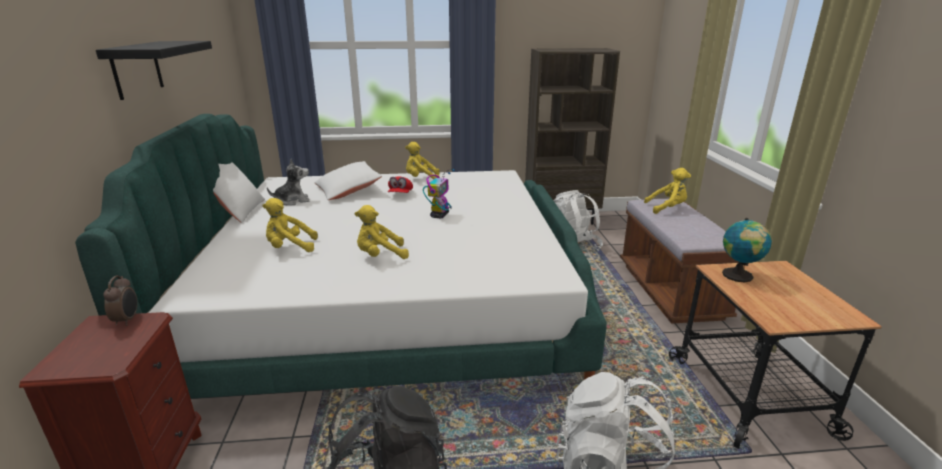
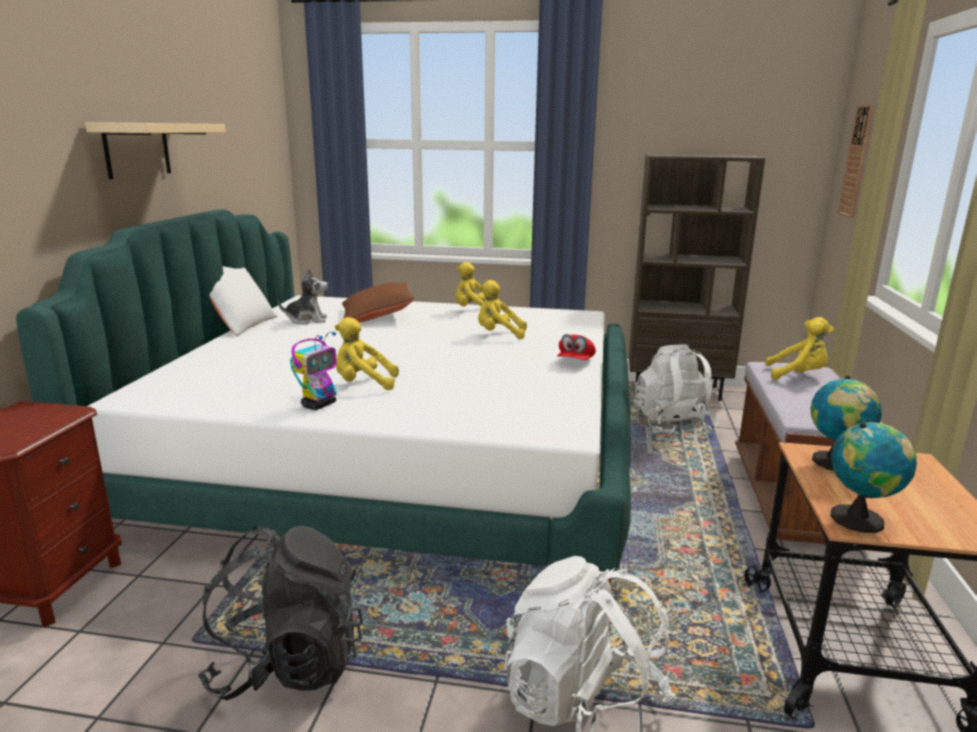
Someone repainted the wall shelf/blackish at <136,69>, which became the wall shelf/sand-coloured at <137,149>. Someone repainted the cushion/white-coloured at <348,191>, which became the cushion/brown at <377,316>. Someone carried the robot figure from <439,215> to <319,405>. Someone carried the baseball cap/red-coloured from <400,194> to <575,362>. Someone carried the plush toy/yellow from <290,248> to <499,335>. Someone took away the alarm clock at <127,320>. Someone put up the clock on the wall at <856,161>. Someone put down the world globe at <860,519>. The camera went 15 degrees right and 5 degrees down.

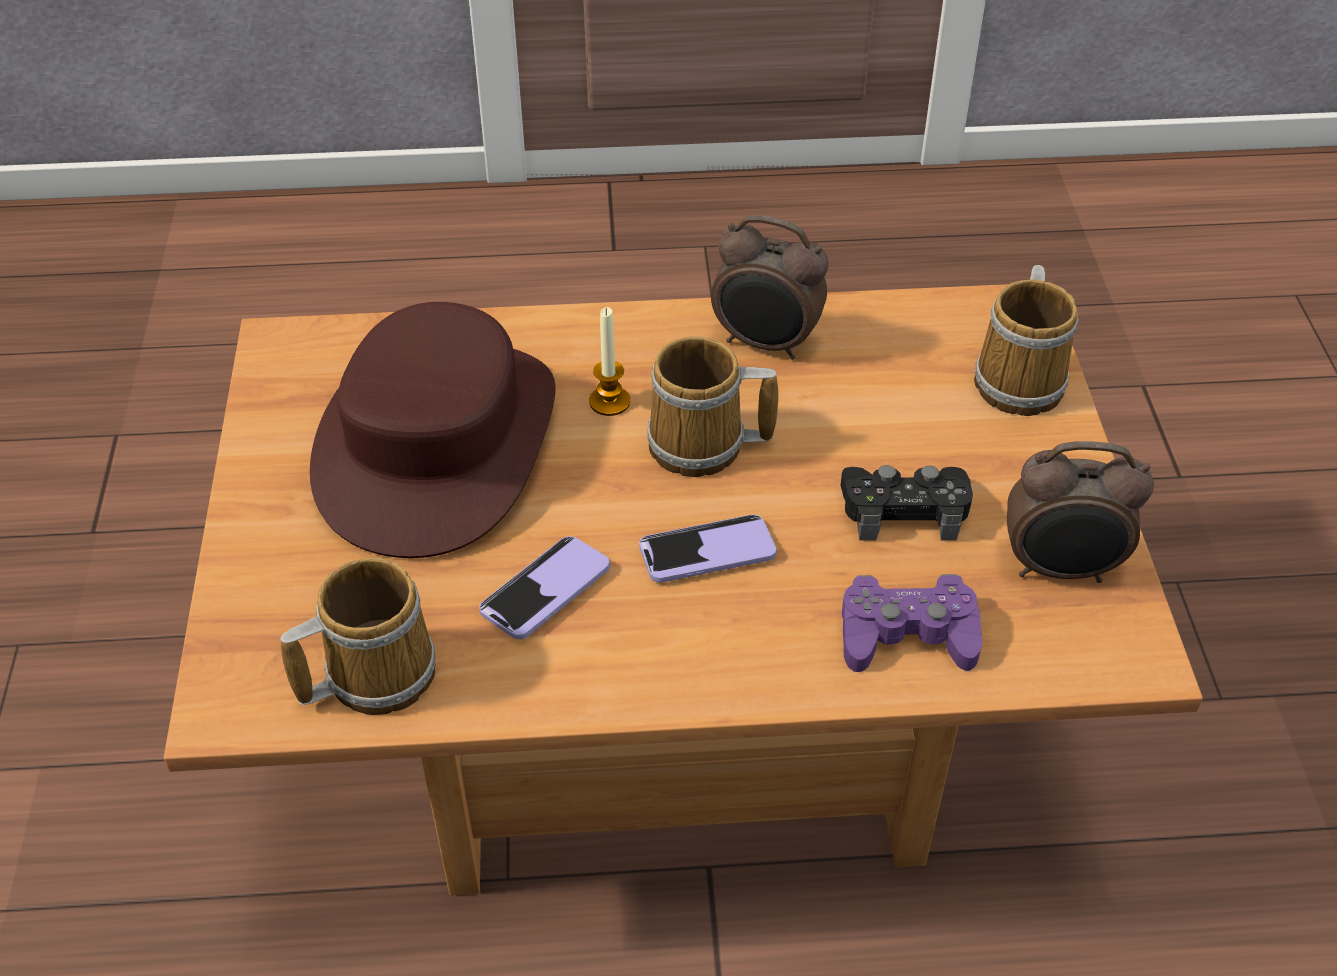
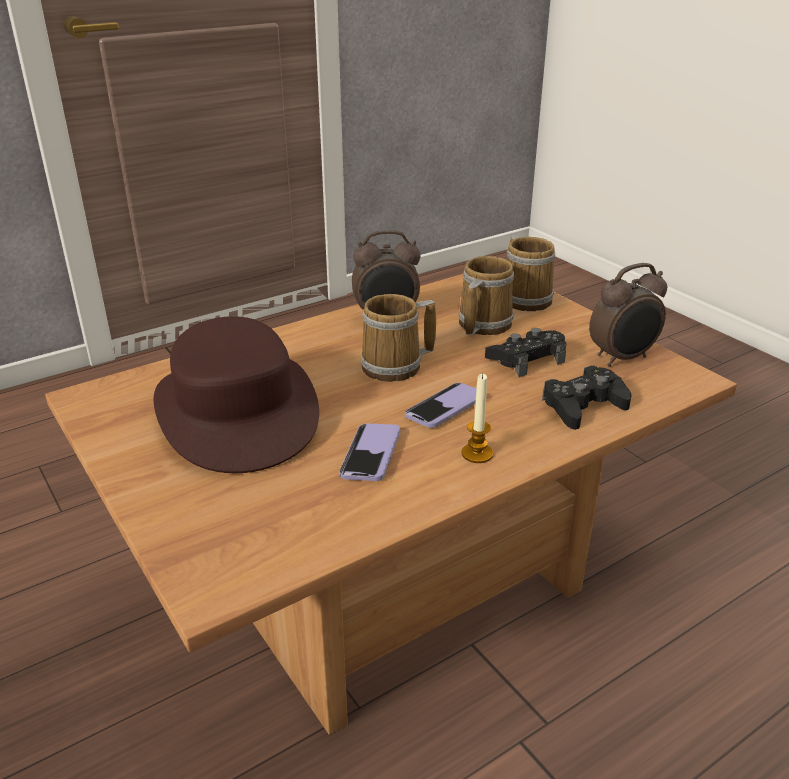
Someone carried the candle from <609,402> to <477,454>. Someone carried the tea mug from <372,673> to <481,324>. Someone repainted the joypad/purple at <907,635>, which became the joypad/blackish at <583,406>. The camera went 30 degrees left and 15 degrees down.

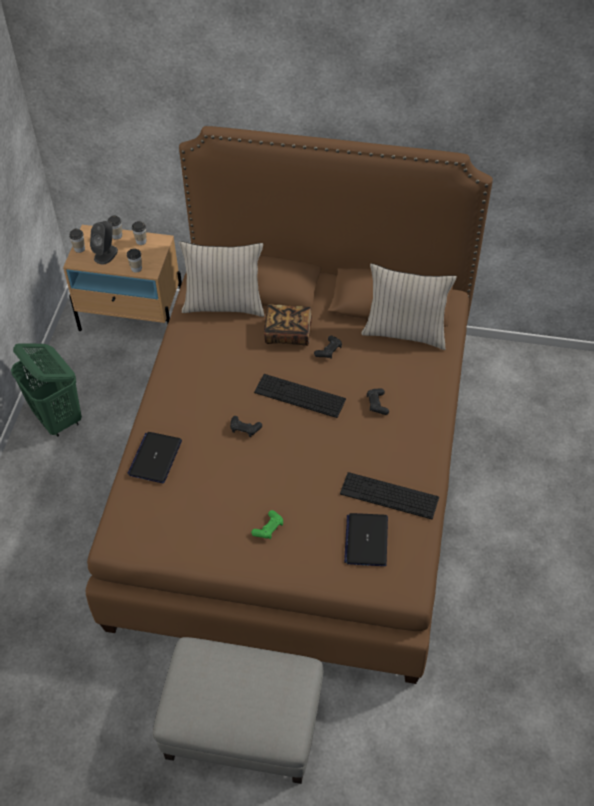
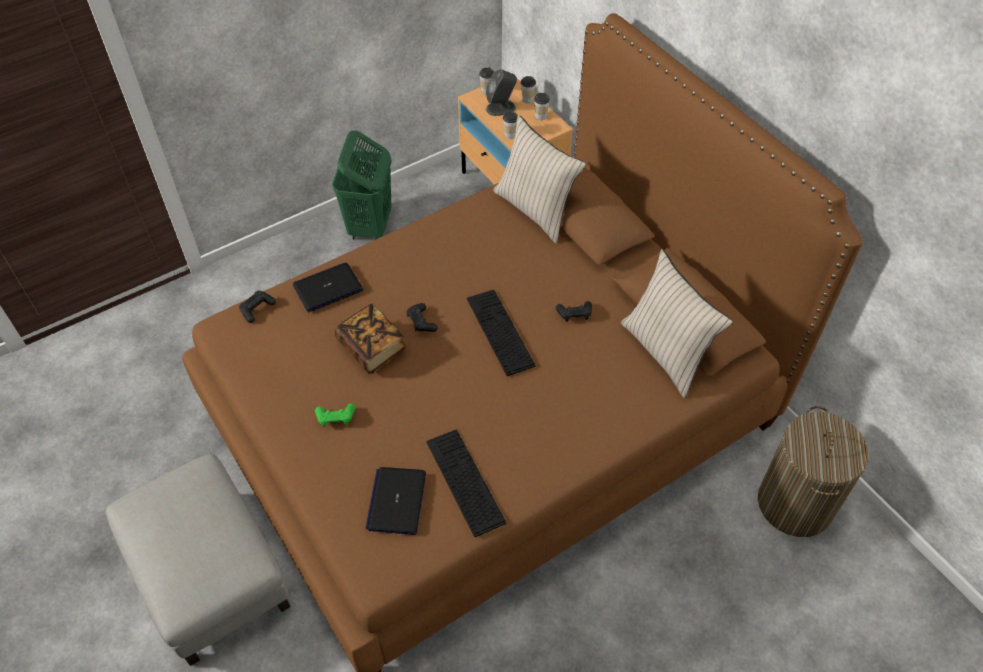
Someone carried the book from <288,333> to <372,347>. Someone carried the joypad/blackish from <377,404> to <257,309>. Someone rotated the portable computer at <366,540> by 45 degrees counterclockwise. Someone put down the washing basket at <795,503>. The camera went 45 degrees right and 0 degrees up.

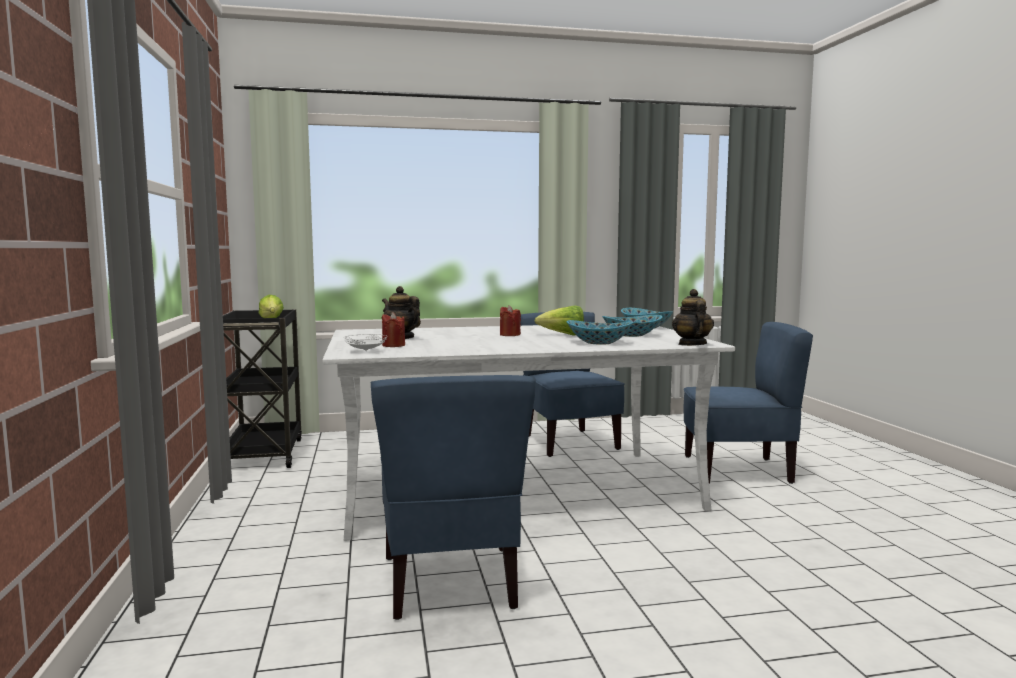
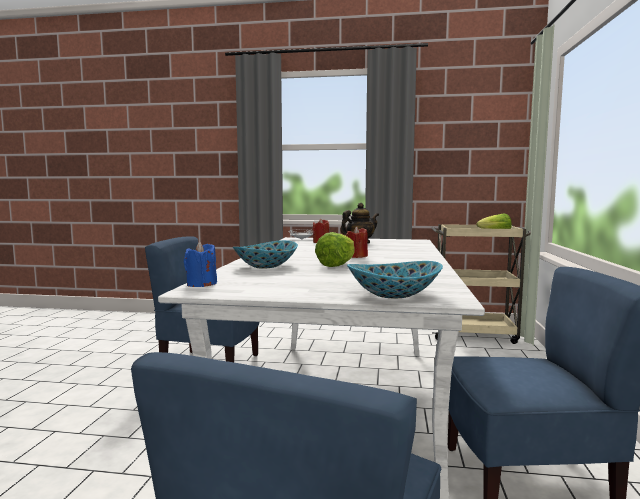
Someone swapped the tea pot at <691,344> for the candle/blue-coloured at <201,284>. Someone repainted the cart/blackish at <264,454>, which became the cart/sand-coloured at <474,334>. Someone took away the deep dish at <632,335>. The camera went 110 degrees right and 0 degrees up.

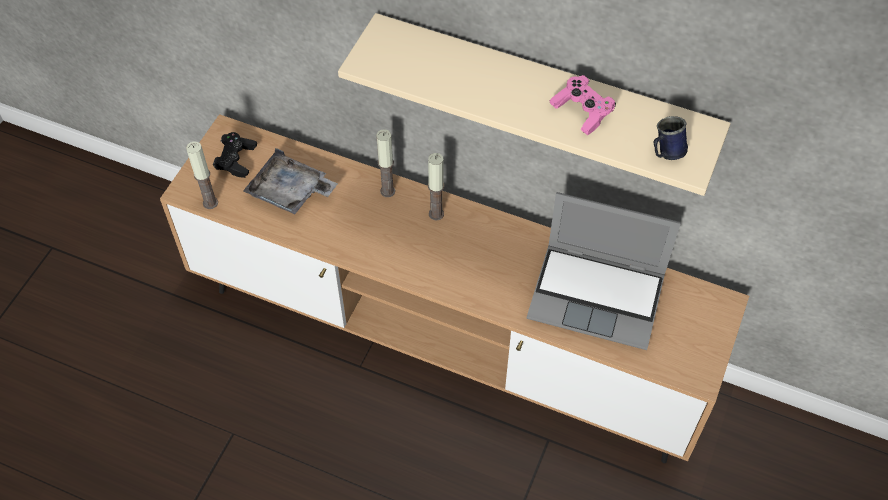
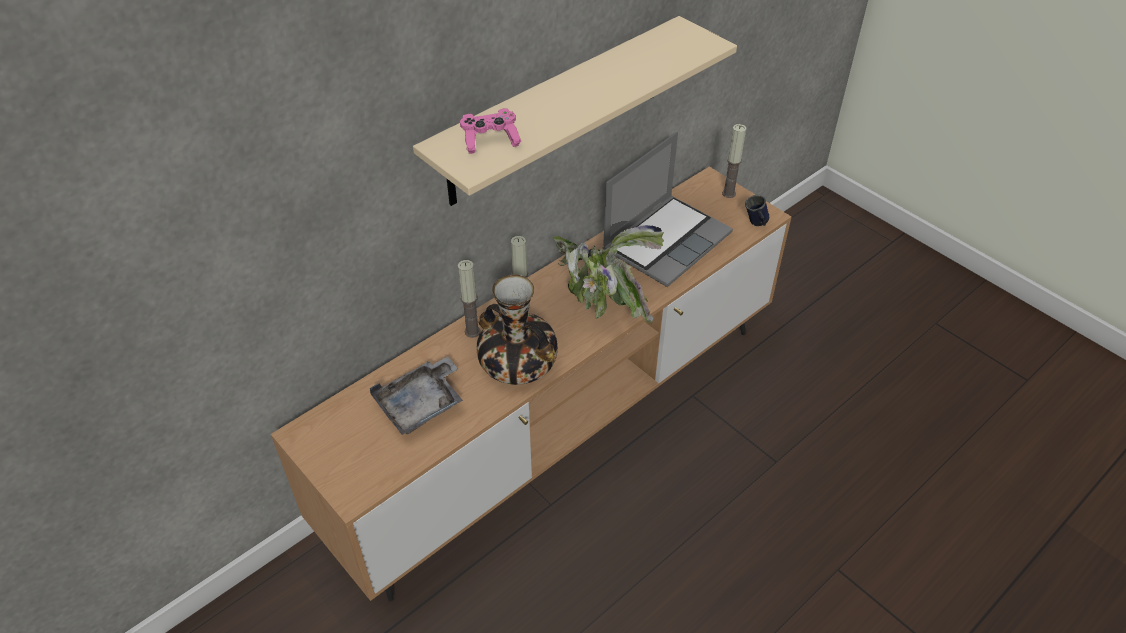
Someone carried the joypad/pinkish from <582,112> to <490,140>. Someone carried the tea mug/blue-coloured from <665,153> to <756,224>. Someone took away the joypad/blackish at <236,160>. Someone carried the candle from <210,203> to <729,193>. Someone put down the plant in a pot at <601,302>. Someone put down the flower vase at <518,363>. The camera went 65 degrees left and 10 degrees down.

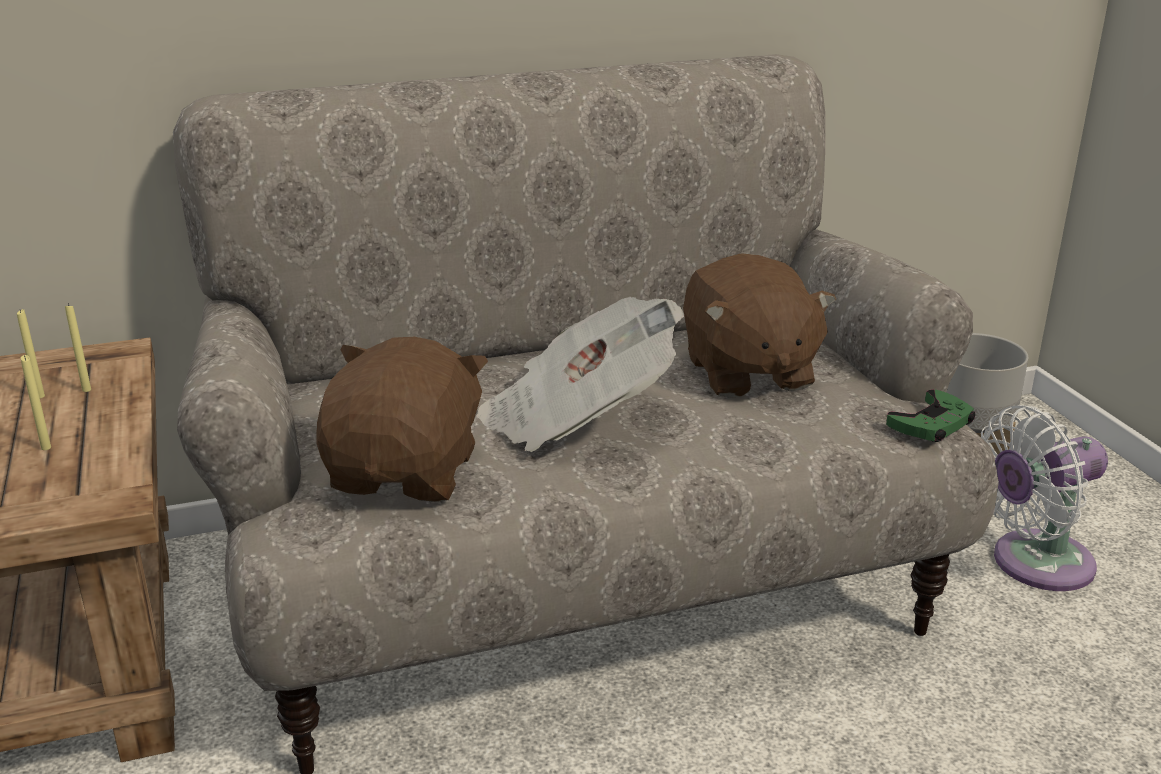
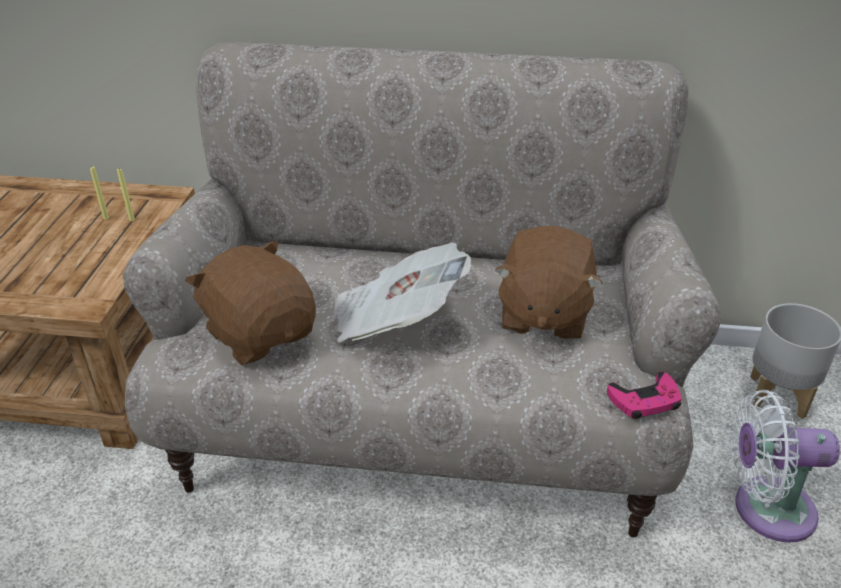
Someone rotated the plush toy/brown at <407,473> by 75 degrees counterclockwise. Someone took away the candle/yellow at <46,448>. Someone repainted the joypad/greenish at <931,424>, which became the joypad/pinkish at <645,400>. The camera went 25 degrees right and 10 degrees up.

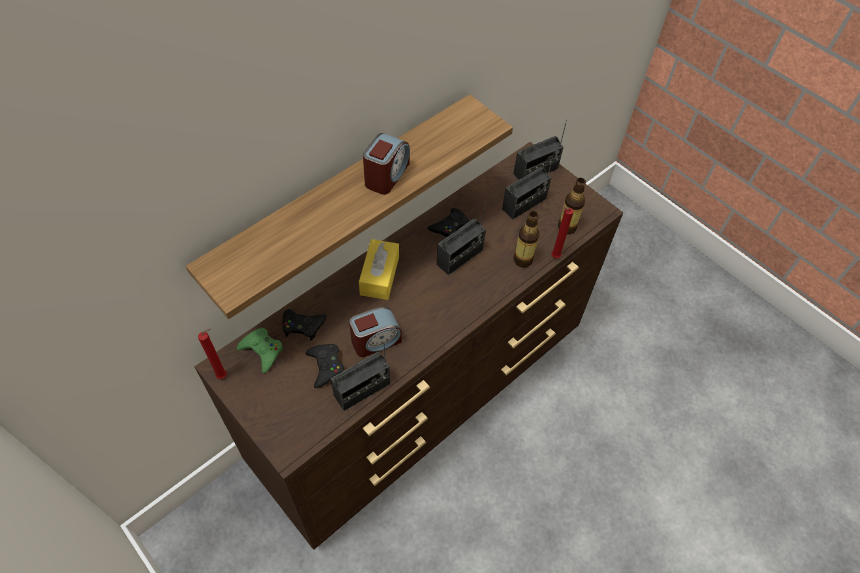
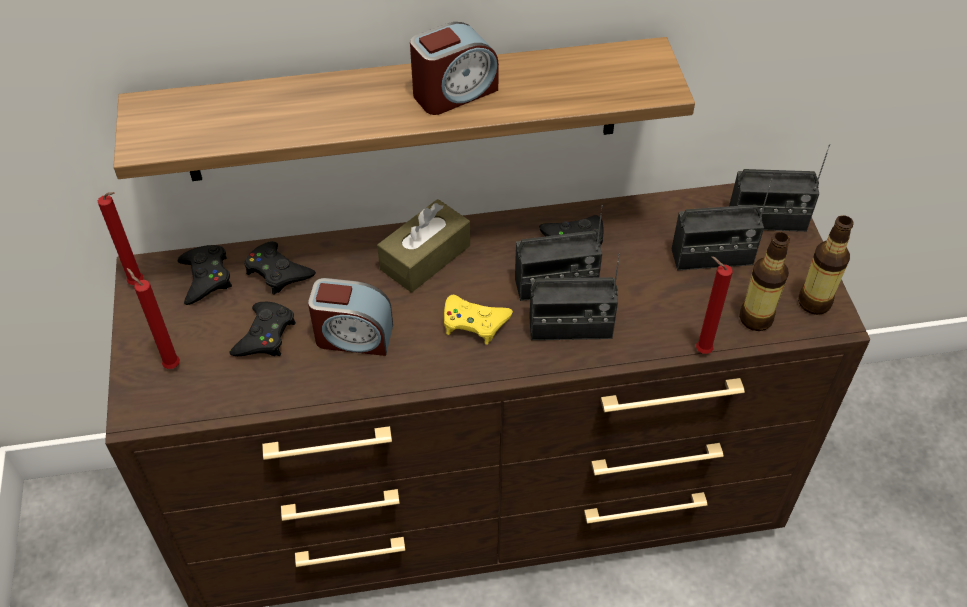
Someone carried the drink bottle from <522,259> to <814,302>. Someone repainted the tissue holder/yellow at <379,276>, which became the tissue holder/brown at <425,257>. Someone repainted the joypad/greenish at <262,351>, which became the joypad/blackish at <206,278>. Someone carried the radio from <362,390> to <570,328>. Someone put down the candle/red-coloured at <170,364>. Someone put down the joypad/yellow at <474,322>. The camera went 35 degrees right and 5 degrees down.

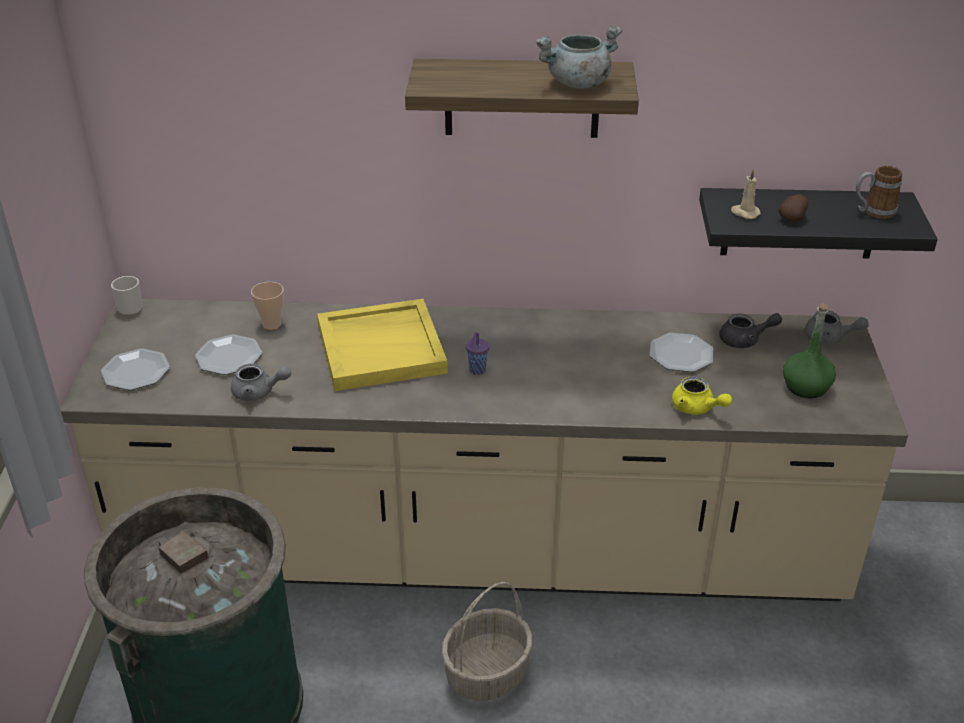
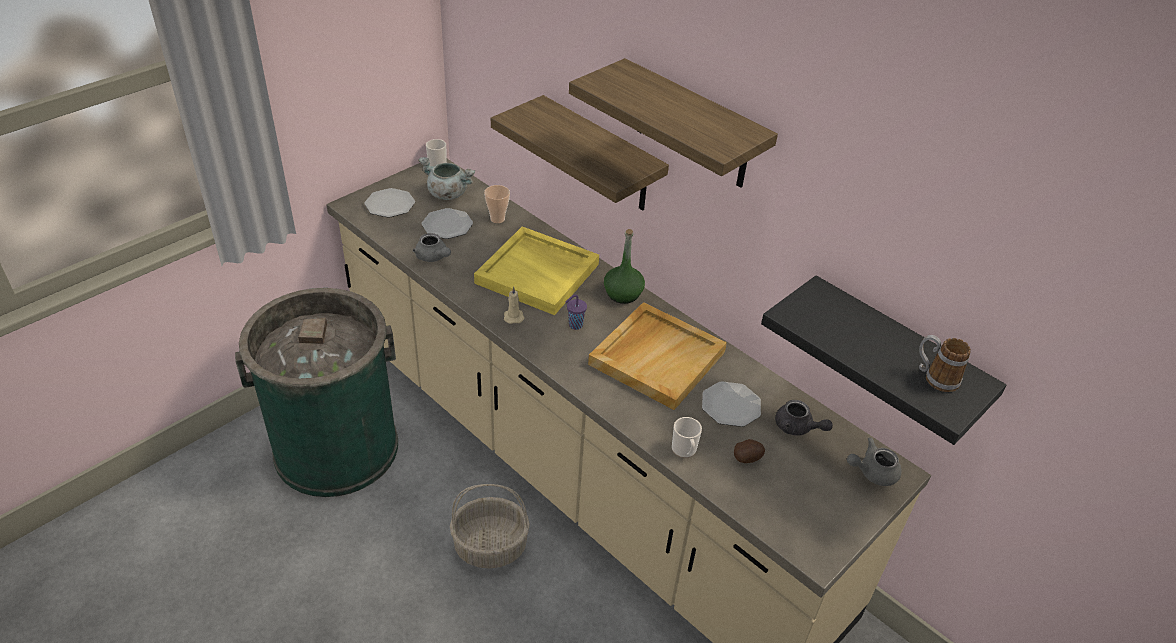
Someone carried the saucepot/grey from <578,83> to <447,194>. Someone carried the candle/sand-coloured from <744,213> to <513,316>. Someone carried the potato from <793,218> to <747,458>. Someone carried the drink bottle/greenish from <806,387> to <623,294>. Someone rotated the tea pot/grey at <829,338> by 105 degrees clockwise. Someone swapped the tea pot/yellow at <697,408> for the tea mug at <684,451>. Someone put up the wall shelf at <601,156>. Someone put down the carrying tray/sand-coloured at <657,357>. The camera went 40 degrees right and 5 degrees up.

